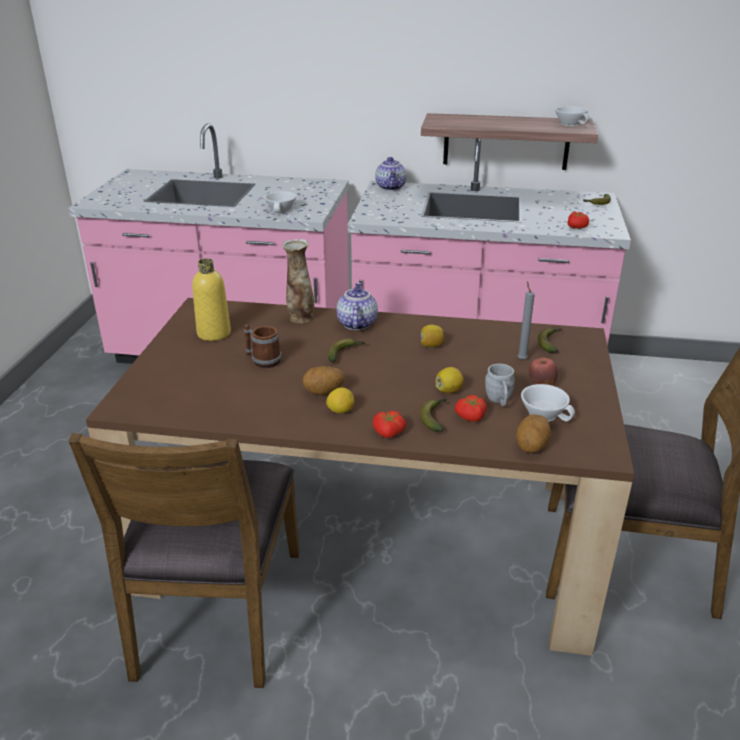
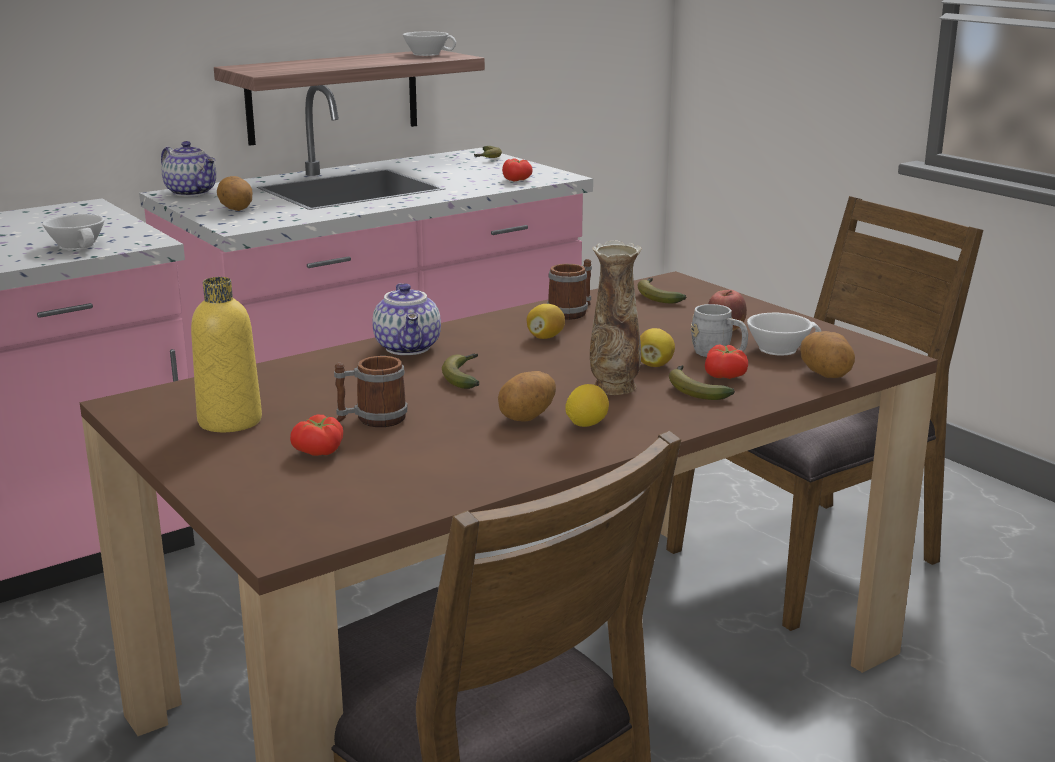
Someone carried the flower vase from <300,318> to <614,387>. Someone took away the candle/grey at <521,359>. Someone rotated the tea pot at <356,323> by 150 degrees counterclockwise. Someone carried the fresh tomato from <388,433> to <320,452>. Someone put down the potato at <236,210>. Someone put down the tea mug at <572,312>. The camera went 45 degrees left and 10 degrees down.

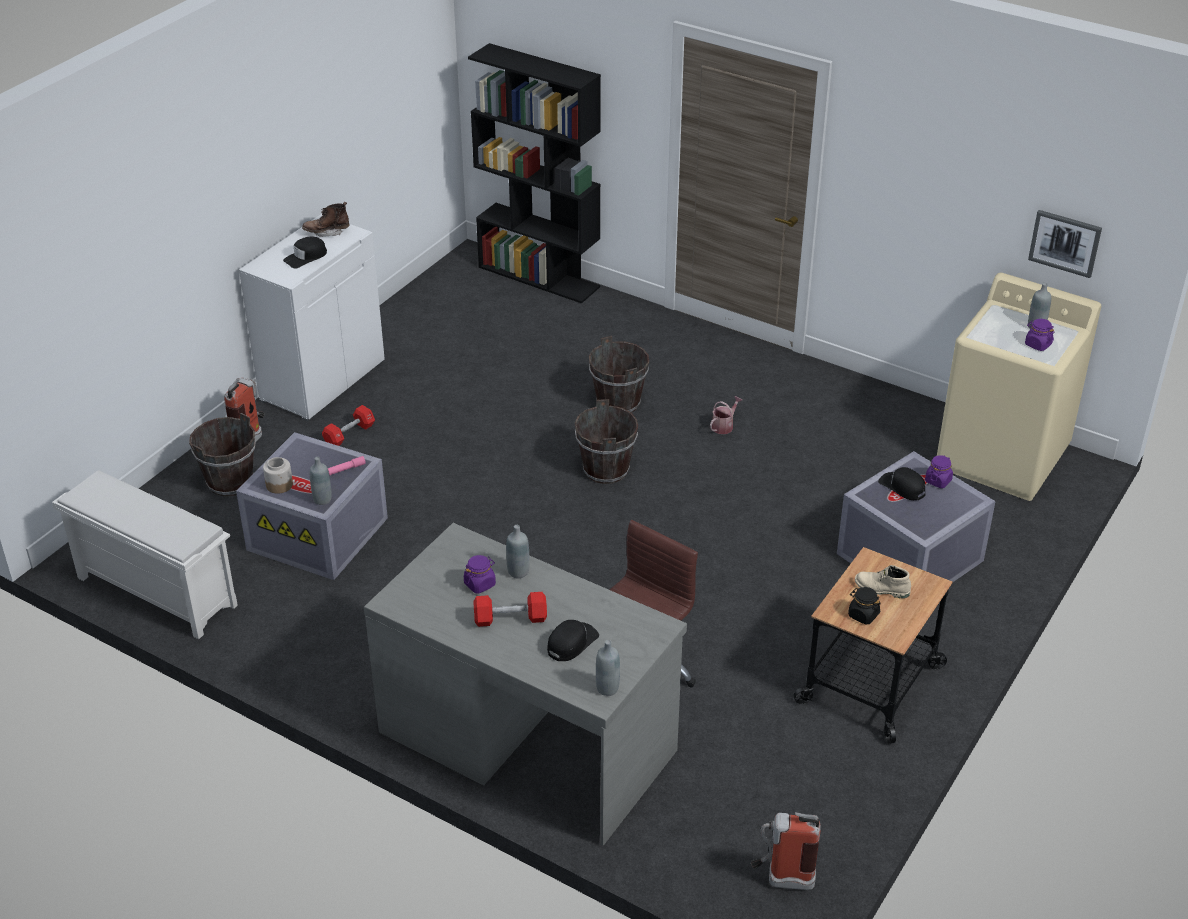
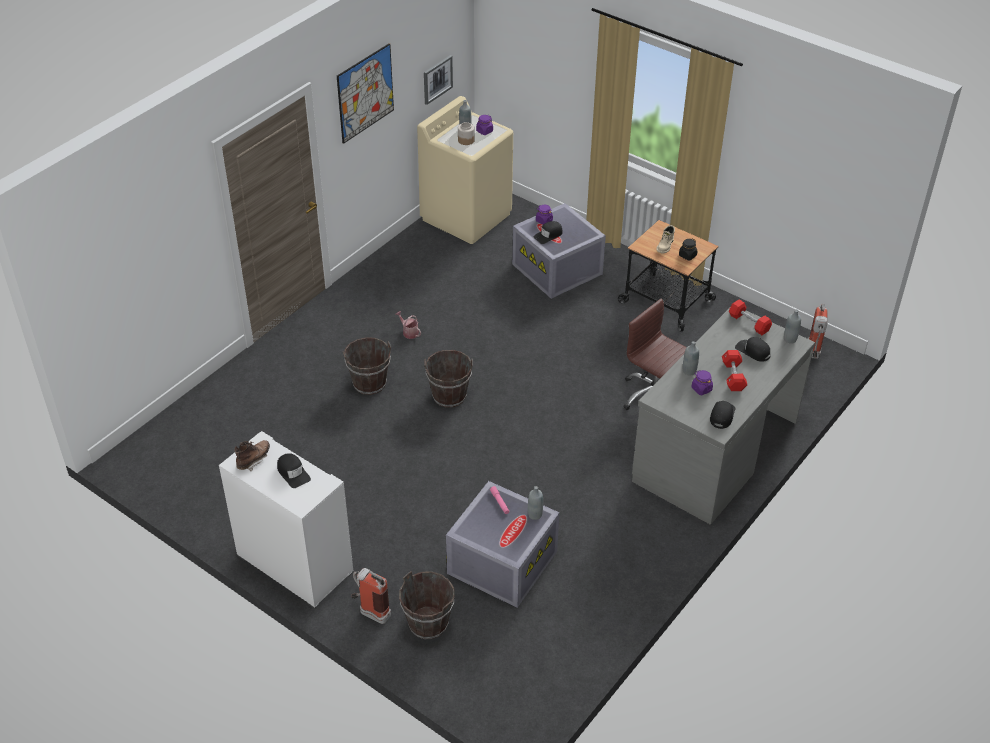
Someone took away the bookcase/blackish at <539,277>. Someone rotated the boot/brown at <327,232> by 135 degrees counterclockwise. Someone carried the hand weight/red-coloured from <349,434> to <749,323>. Someone carried the storage jar from <279,485> to <466,140>. Someone took away the shoe rack/white-coloured at <154,592>. Someone put up the wall art at <365,93>. Someone put down the baseball cap/blackish at <722,415>. The camera went 85 degrees left and 5 degrees up.

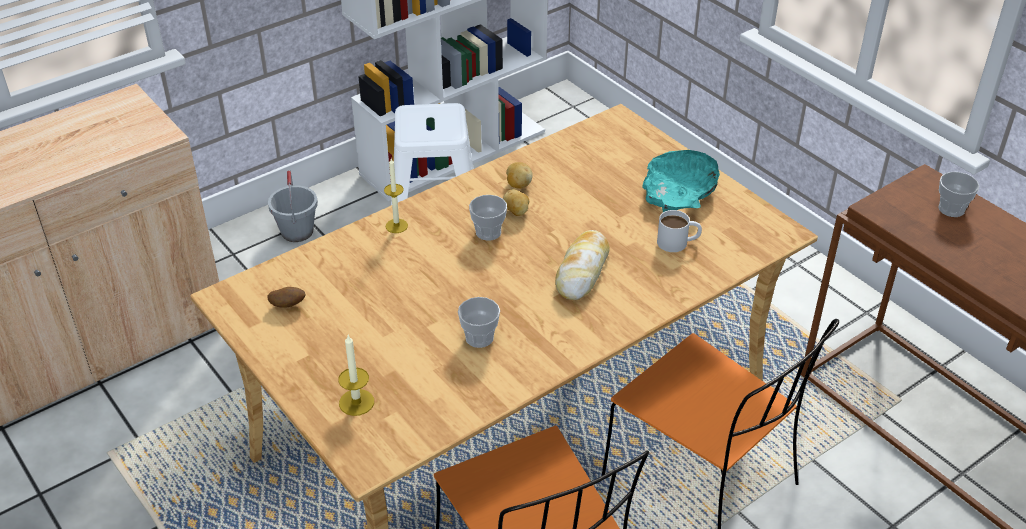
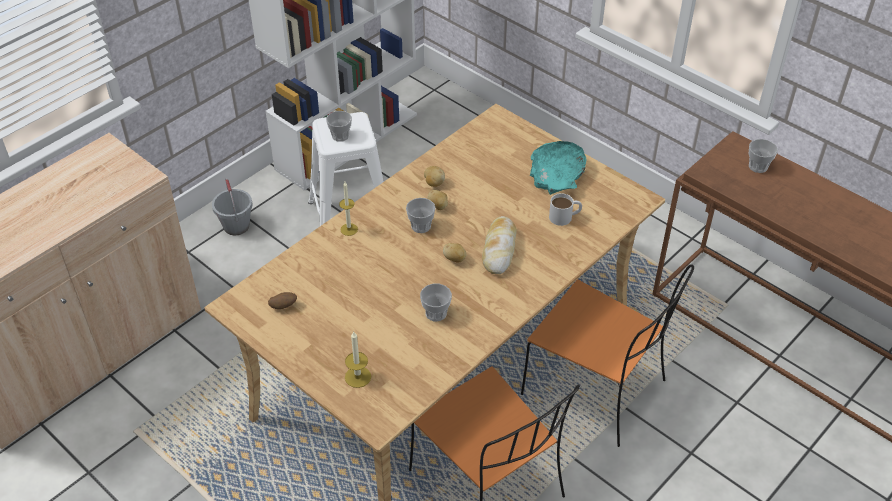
Someone put down the drinking cup at <340,136>. Someone put down the potato at <454,259>. The camera went 10 degrees left and 5 degrees up.

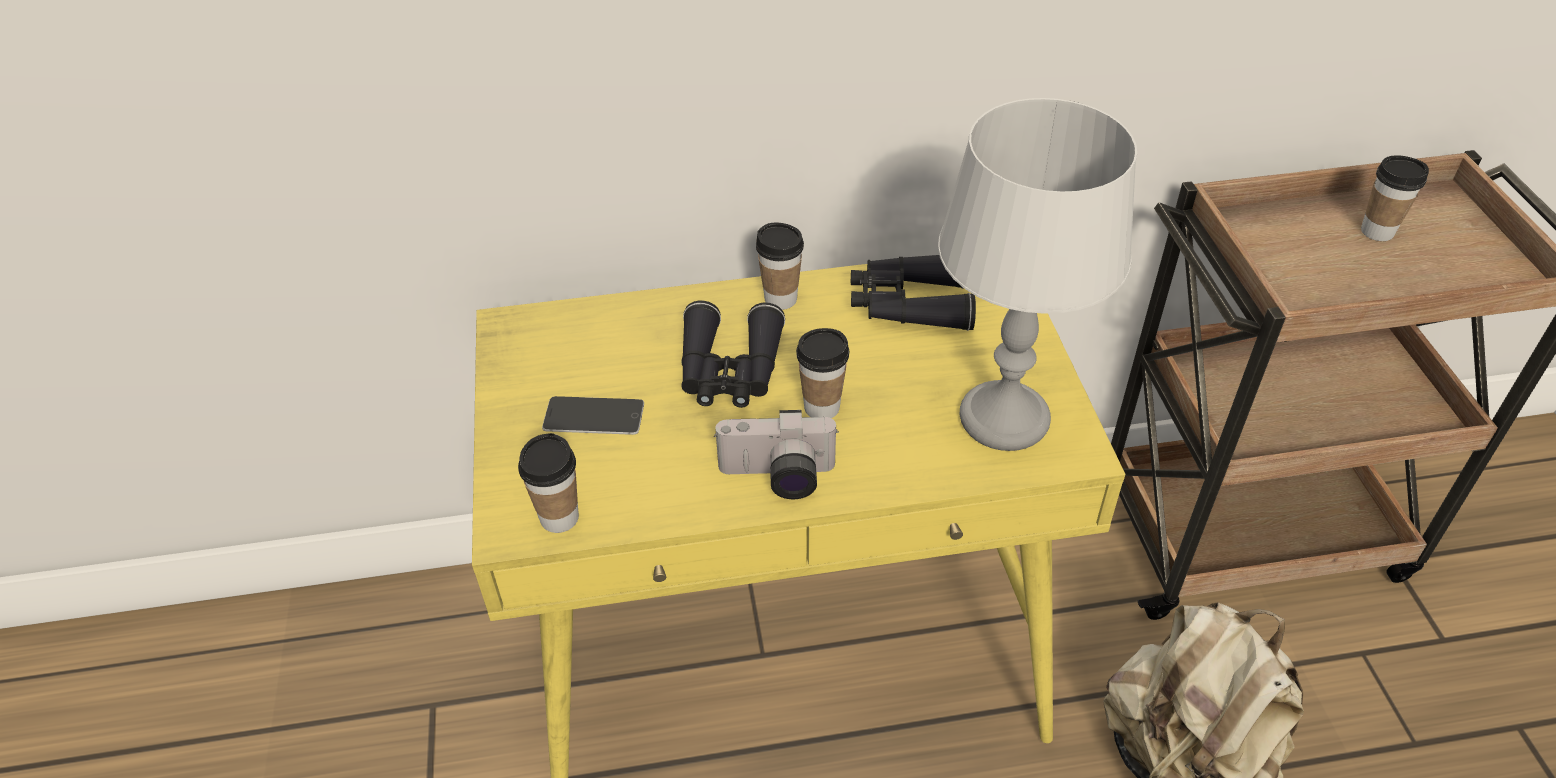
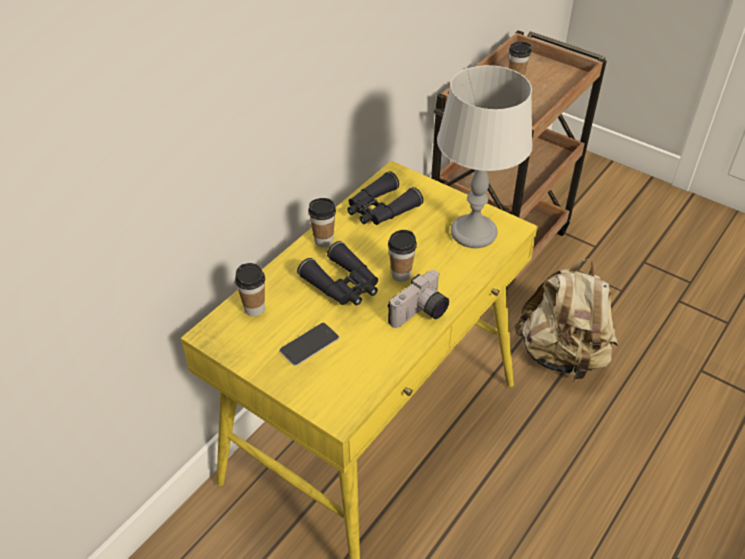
Someone carried the drinking cup from <559,517> to <254,308>. The camera went 45 degrees left and 0 degrees up.

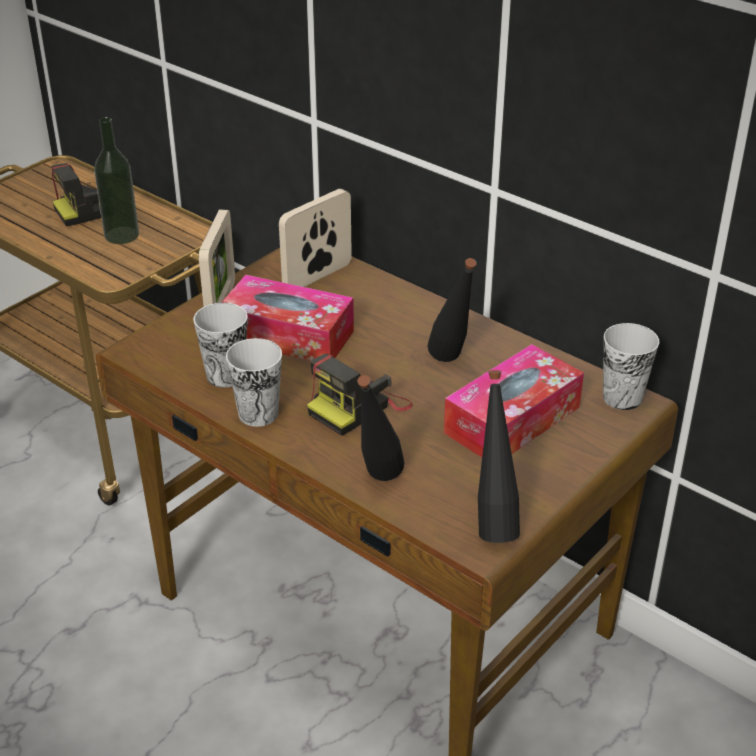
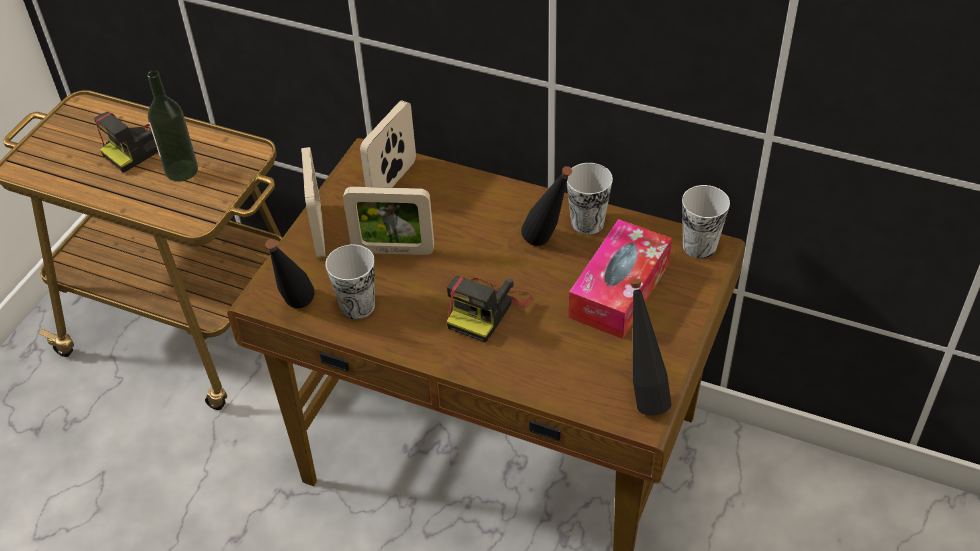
Someone swapped the tissue holder at <287,335> for the standing frame at <393,250>. Someone carried the drinking cup from <258,414> to <587,223>. Someone carried the drink bottle/blackish from <377,483> to <296,311>. The camera went 15 degrees left and 10 degrees up.

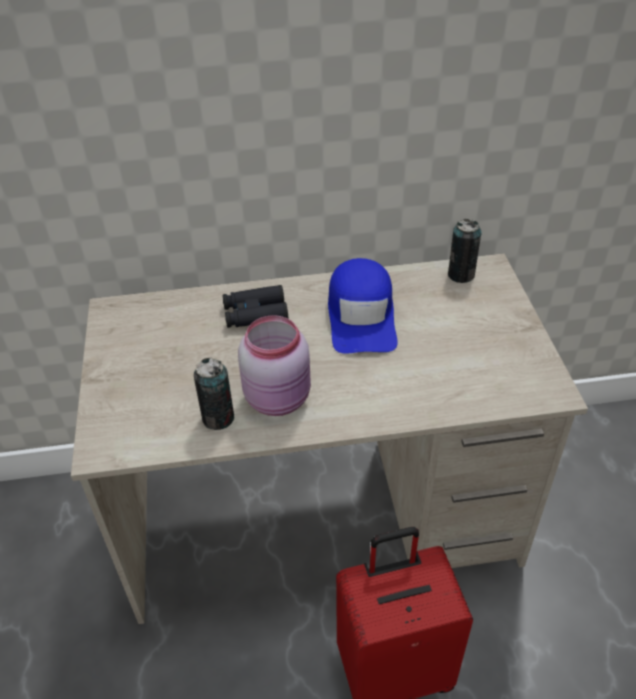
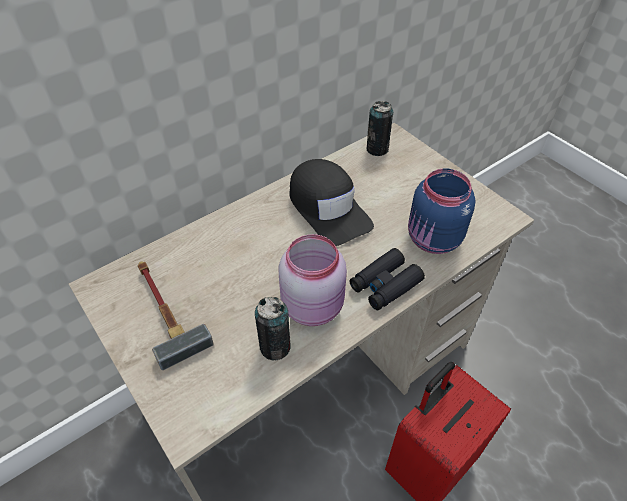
Someone repainted the baseball cap/blue-coloured at <362,316>, which became the baseball cap/blackish at <328,208>. Someone carried the pair of binoculars/blackish from <255,314> to <385,284>. Someone put down the storage jar/blue-coloured at <433,240>. Someone put down the hand hammer at <164,310>. The camera went 30 degrees left and 5 degrees up.

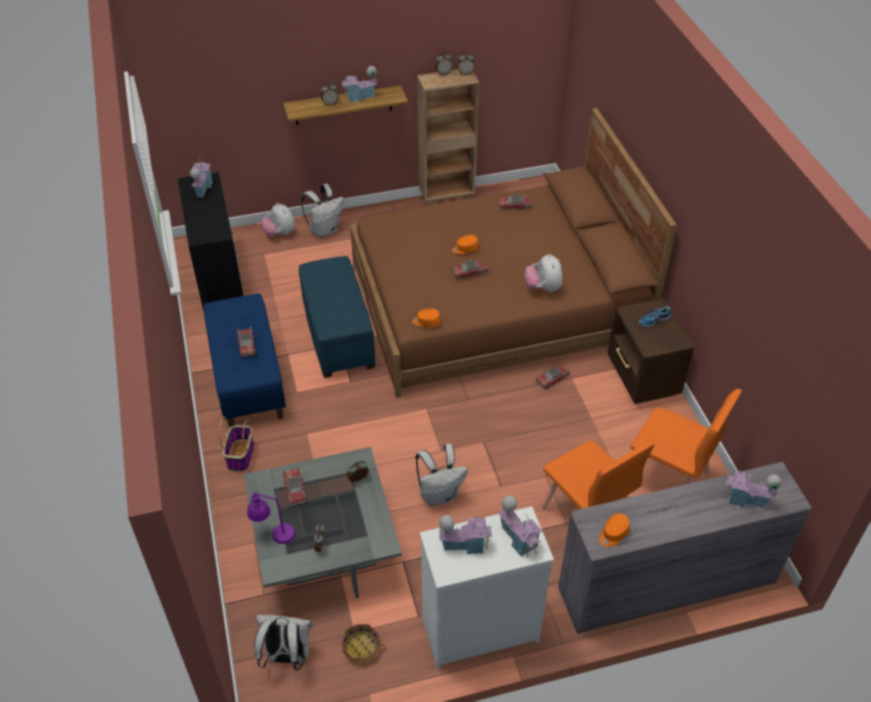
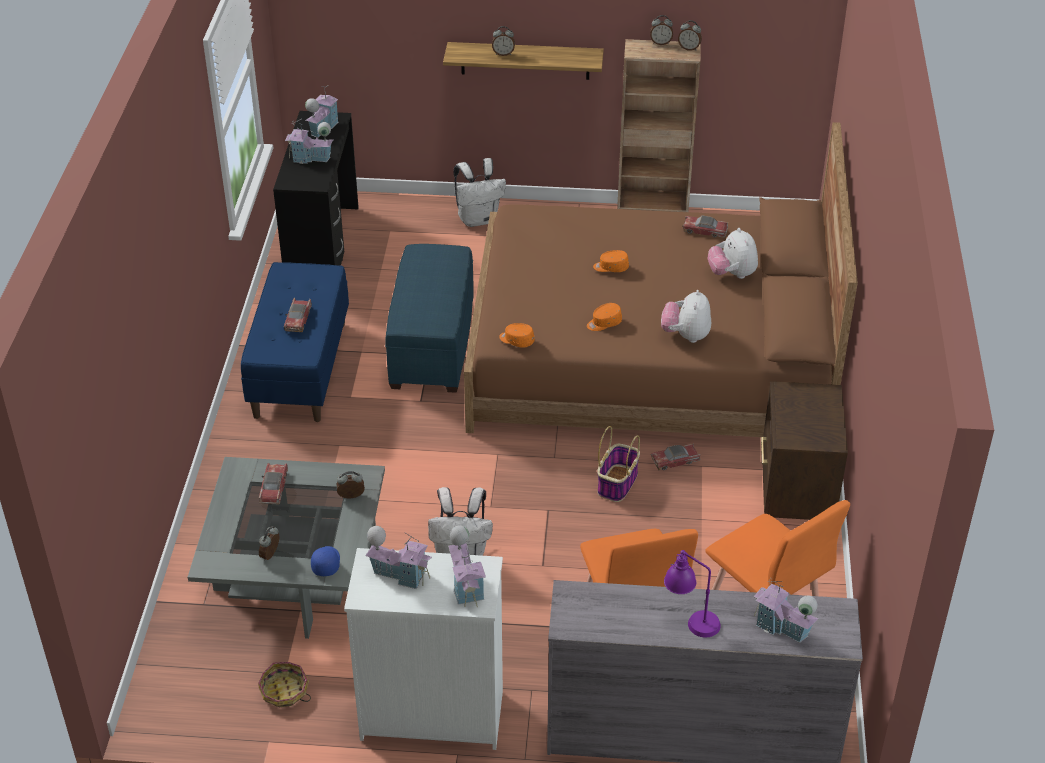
Someone carried the miniature house from <360,97> to <310,158>. Someone carried the plush toy from <280,233> to <732,274>. Someone took away the miniature car at <469,272>. Someone took away the shoe at <654,320>. Someone carried the storage basket from <240,455> to <617,483>. Someone carried the lamp for a table/purple from <273,534> to <690,621>. Someone carried the baseball cap/orangey from <613,534> to <604,323>. Someone took away the knapsack/white-coloured at <287,657>. Someone put down the baseball cap/blue-coloured at <325,563>. The camera went 20 degrees right and 5 degrees down.

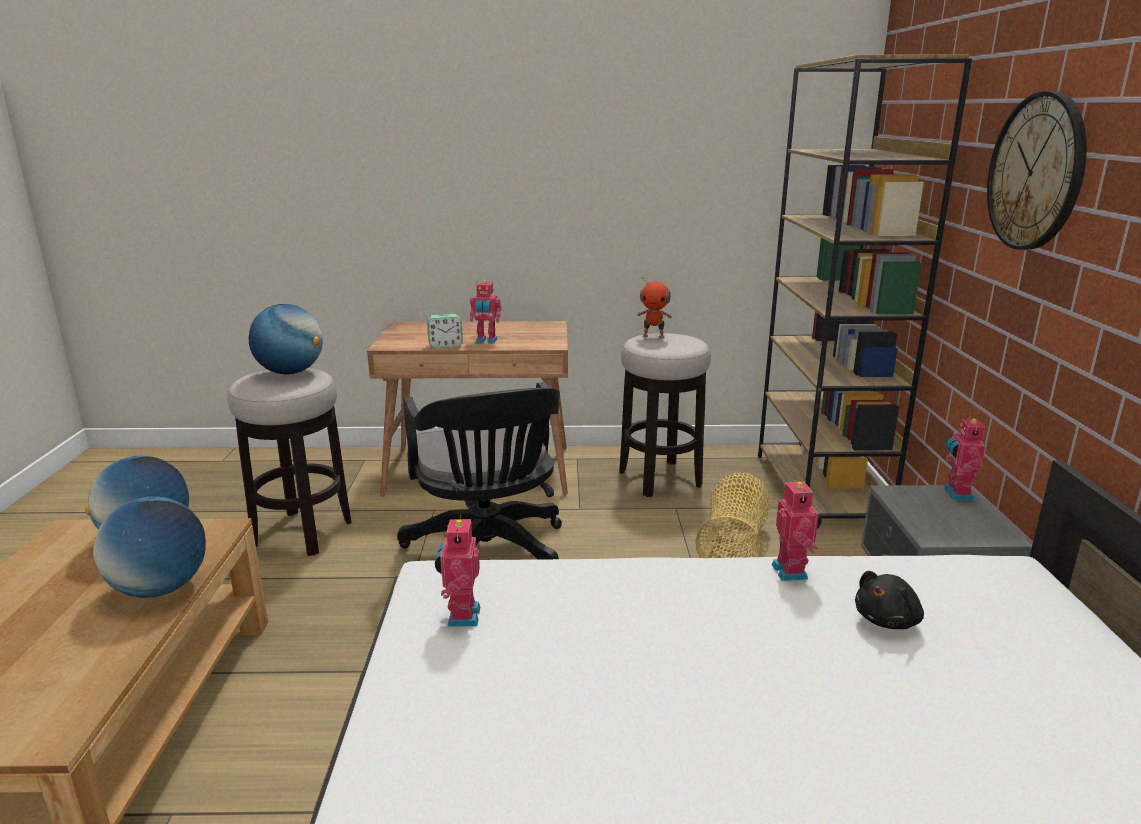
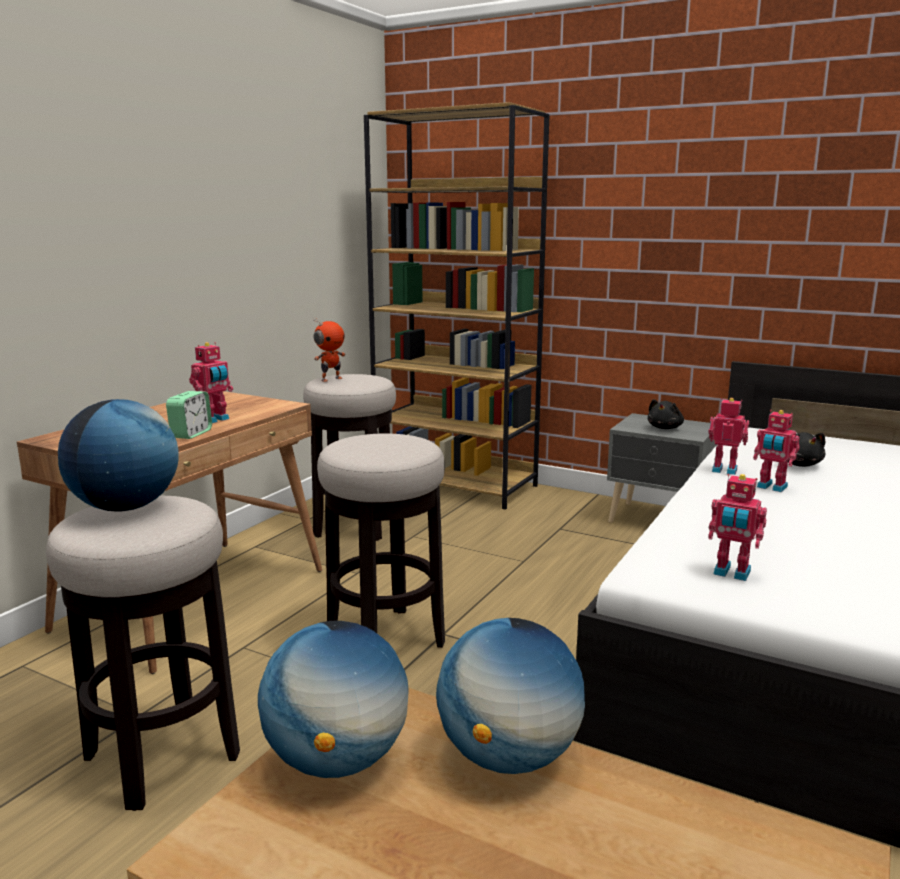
Someone took away the clock on the wall at <1036,172>. Someone swapped the computer chair/blackish at <488,555> for the stool seat at <386,639>. Someone carried the robot figure from <956,494> to <771,487>. Someone took away the storage basket at <734,545>. Someone put down the plush toy/blackish at <665,428>. The camera went 60 degrees left and 5 degrees down.

